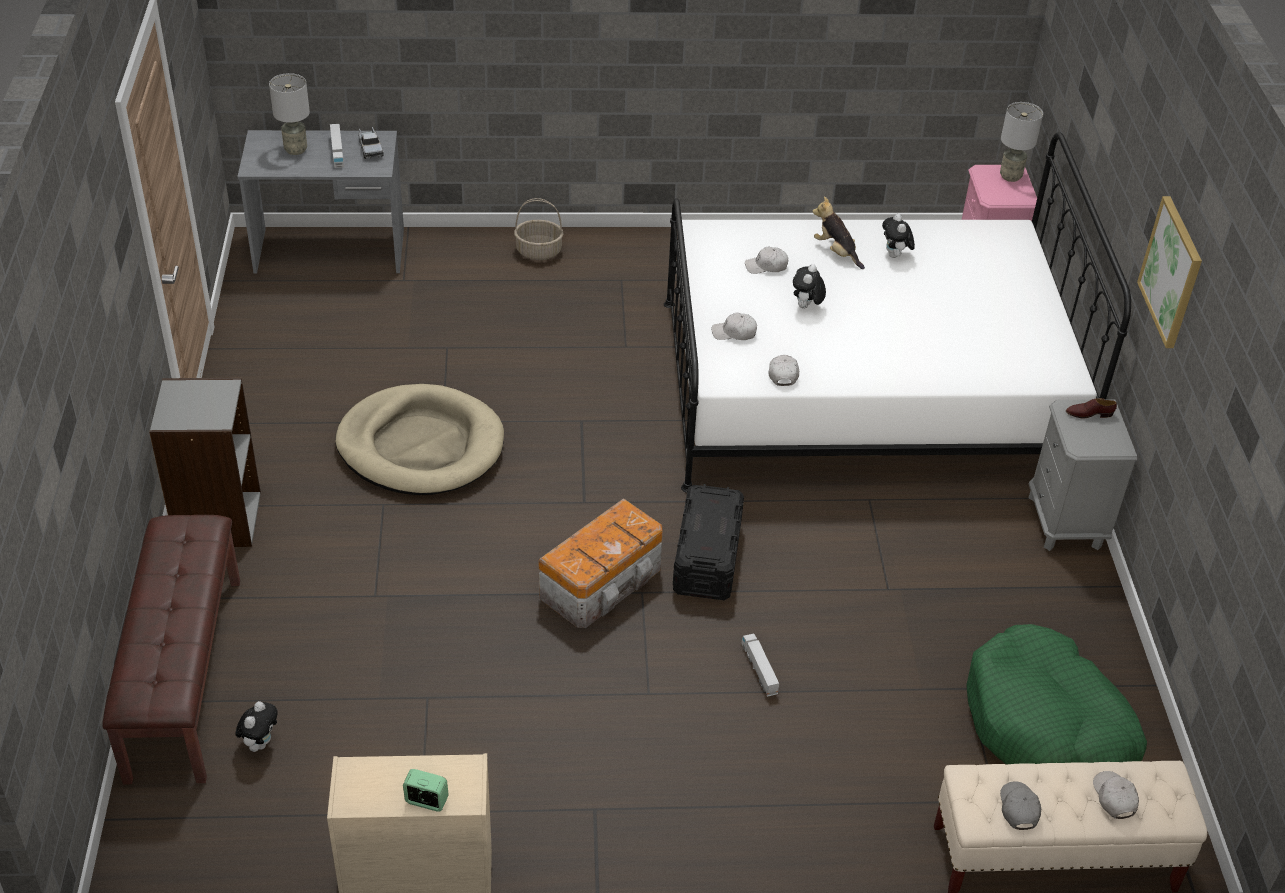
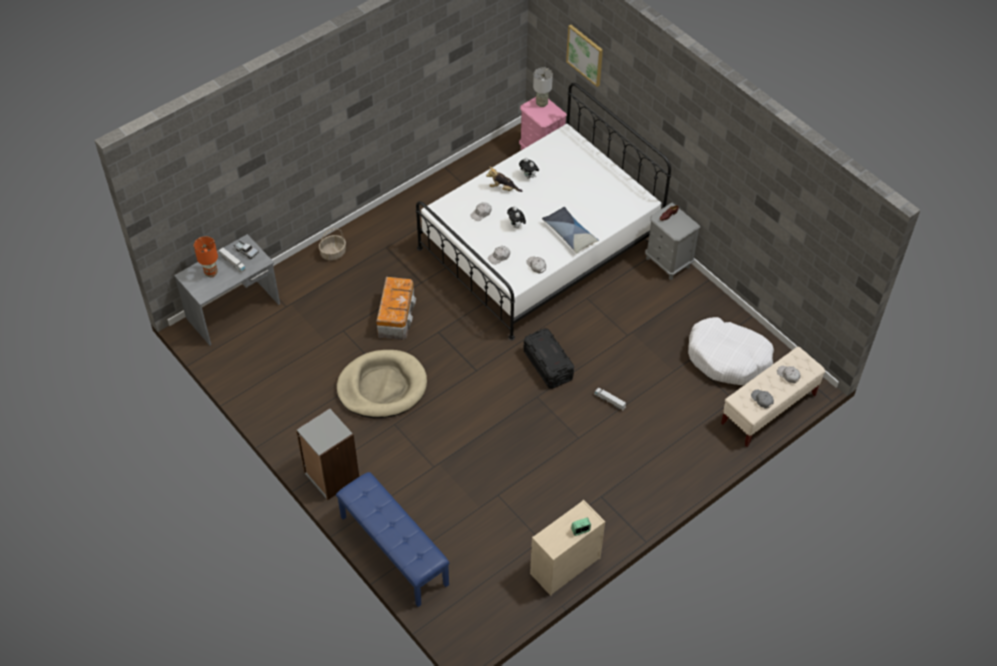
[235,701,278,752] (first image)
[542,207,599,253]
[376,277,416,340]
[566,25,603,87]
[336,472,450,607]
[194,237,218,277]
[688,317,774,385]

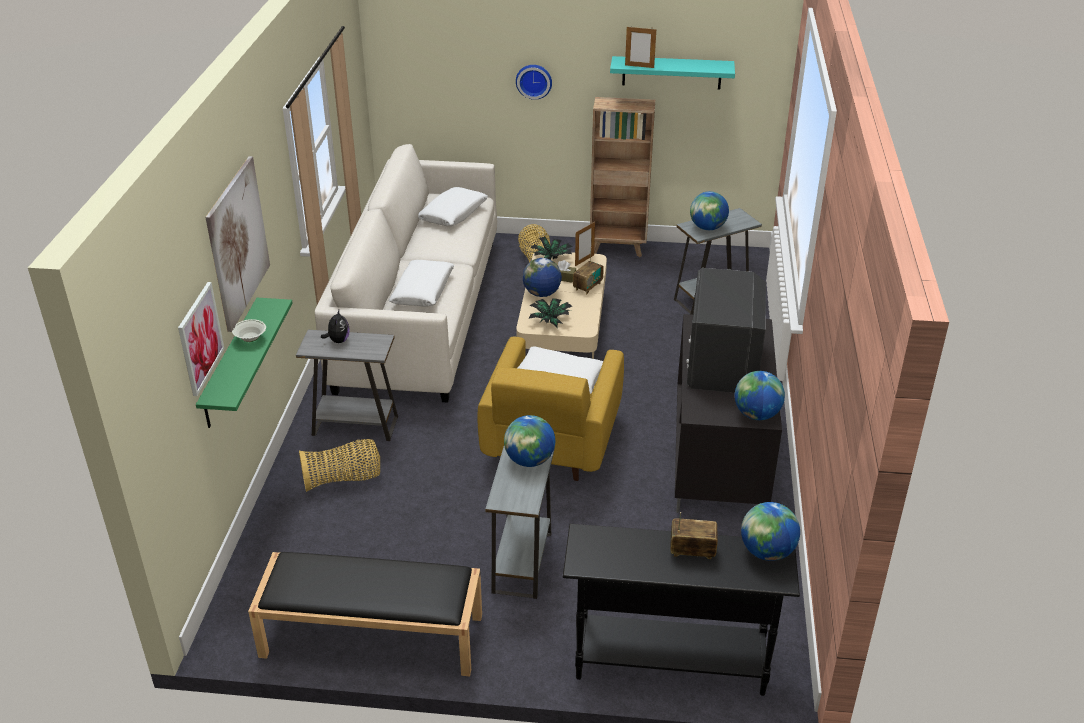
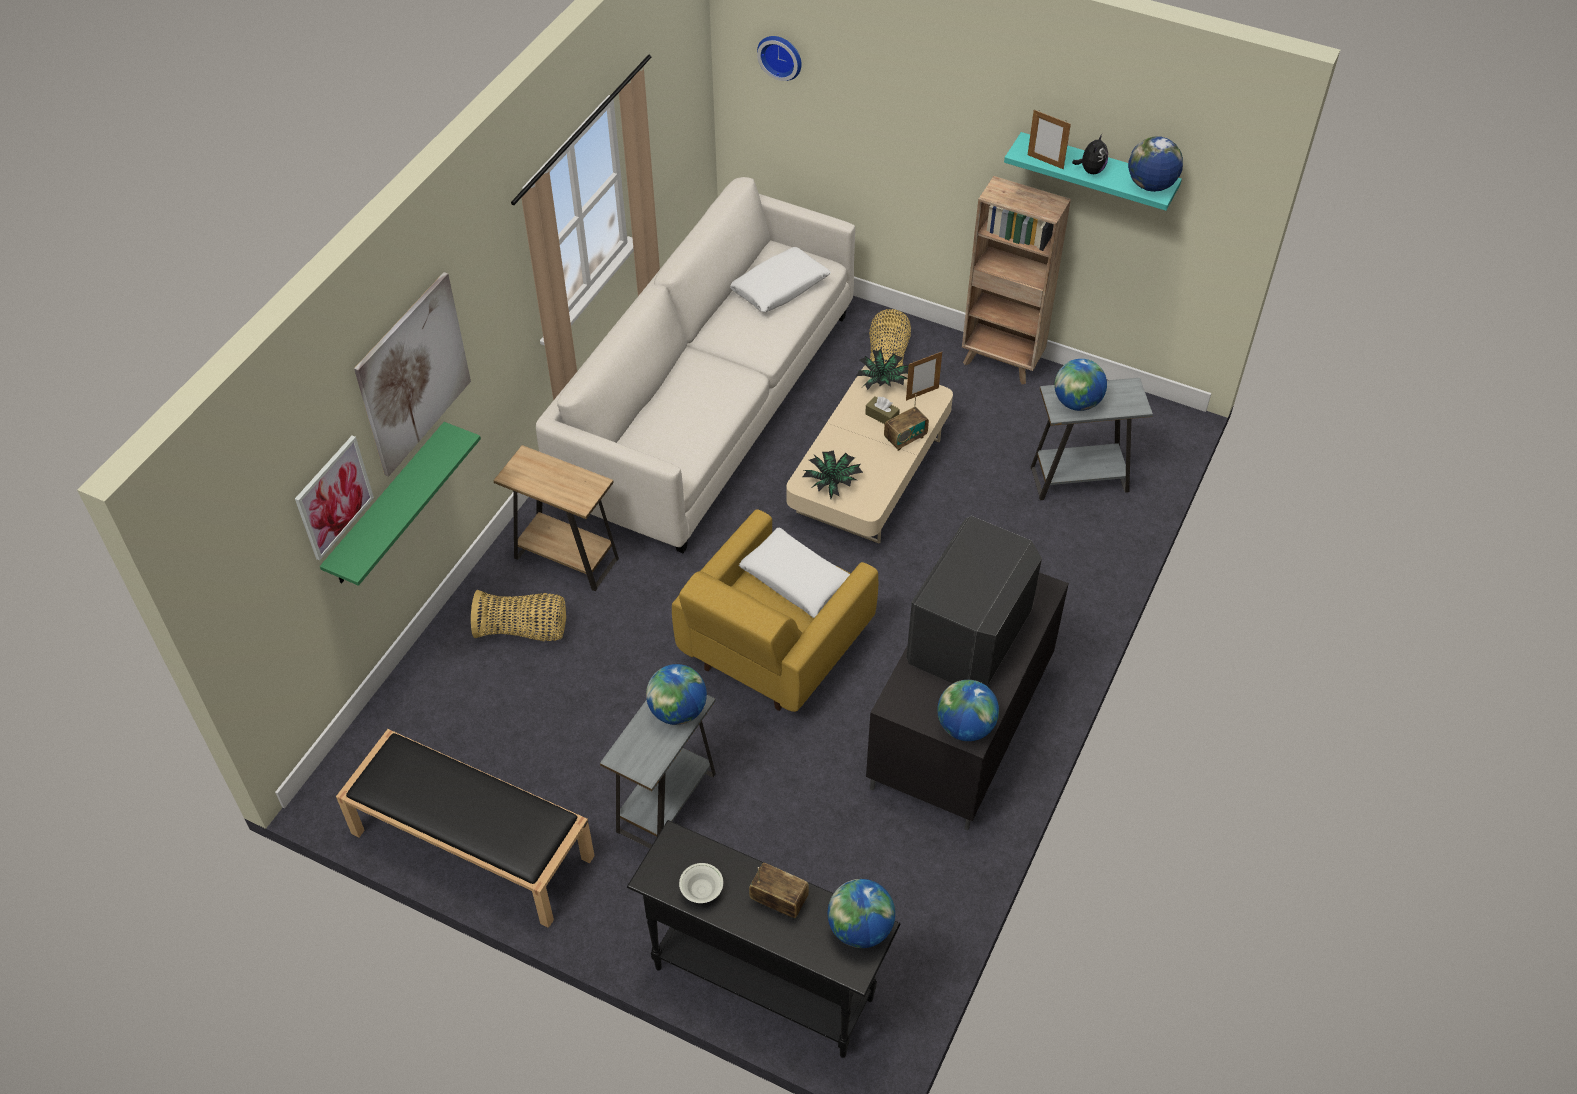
[389,260,455,306] (first image)
[679,863,723,903]
[1072,134,1108,174]
[757,36,802,81]
[1128,136,1183,192]
[493,445,619,591]

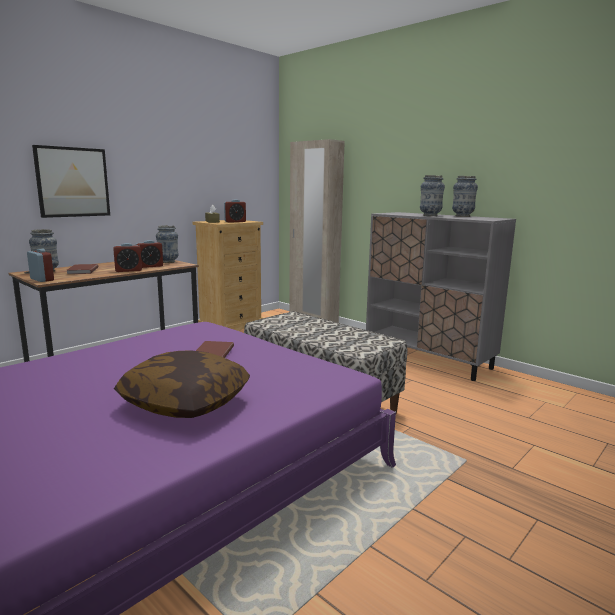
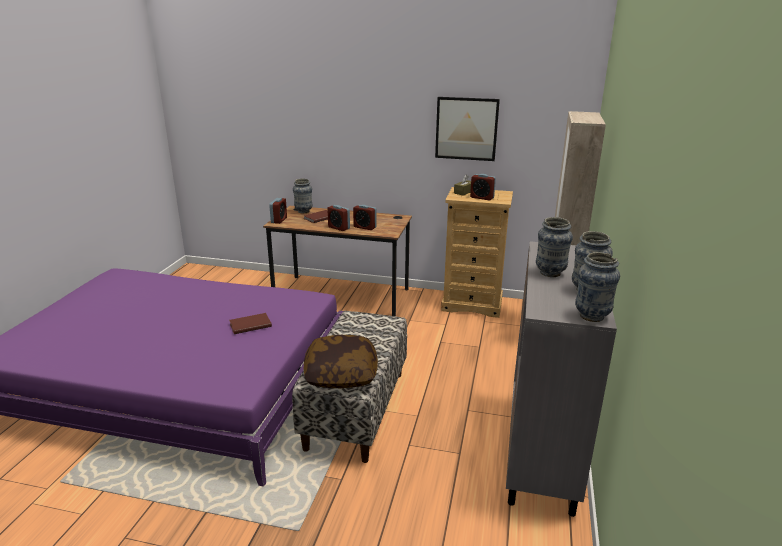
[435,97,500,161]
[304,335,378,388]
[575,252,620,322]

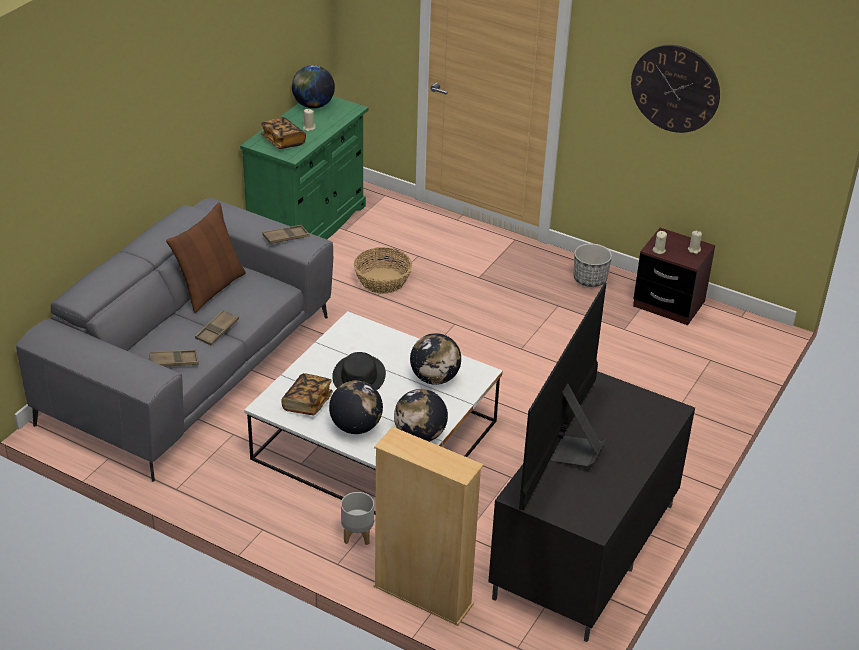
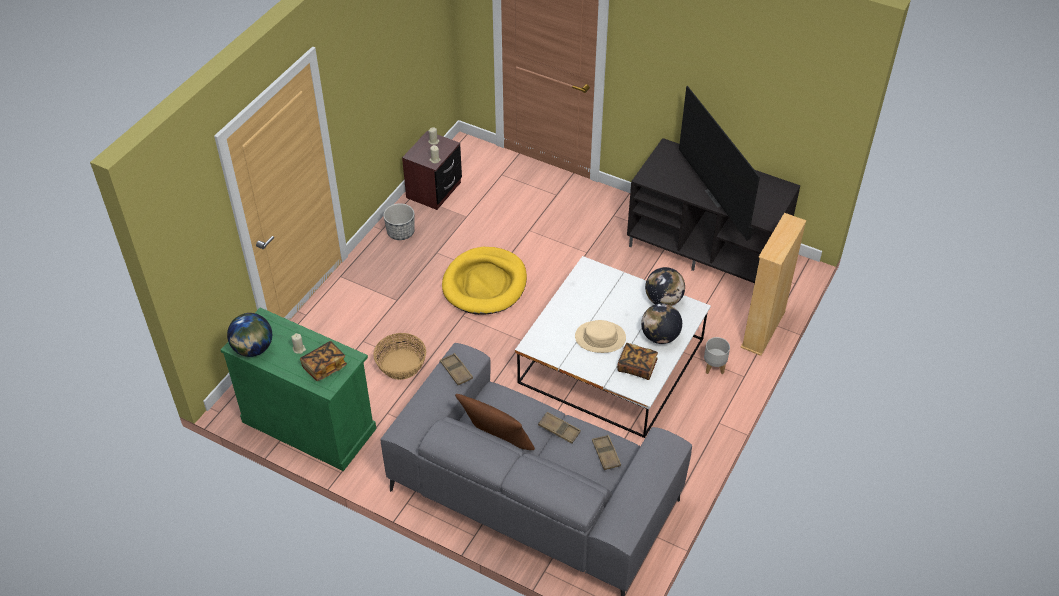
[410,333,461,385] (first image)
[631,45,720,133] (first image)
[442,247,527,315]
[575,320,626,353]
[679,86,760,241]

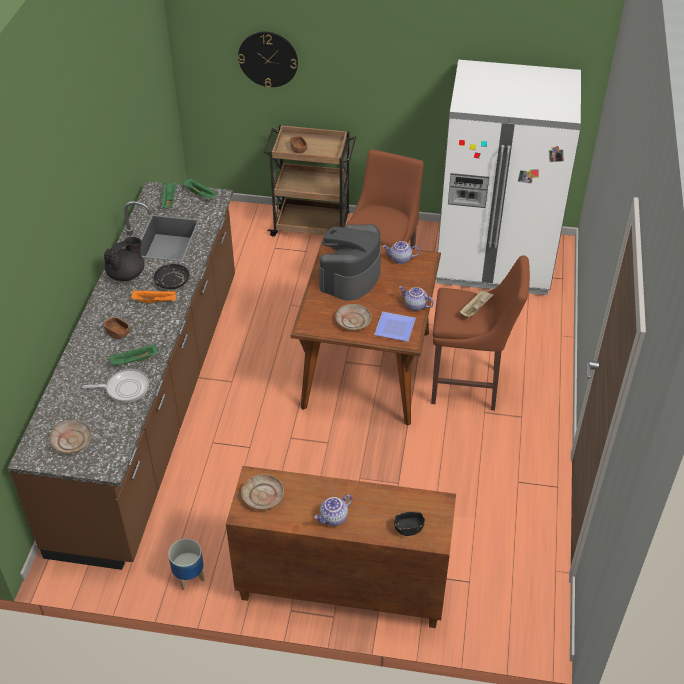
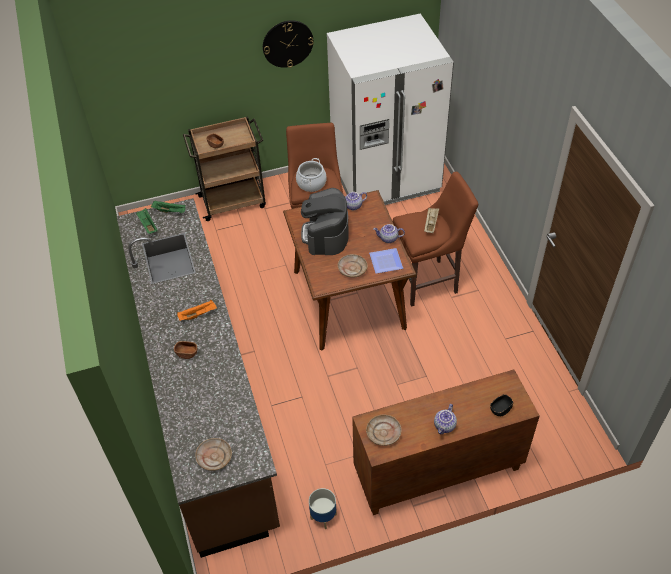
[82,369,149,403] (first image)
[104,237,144,281] (first image)
[109,344,158,366] (first image)
[154,264,190,289] (first image)
[296,158,327,192]
[263,20,314,68]

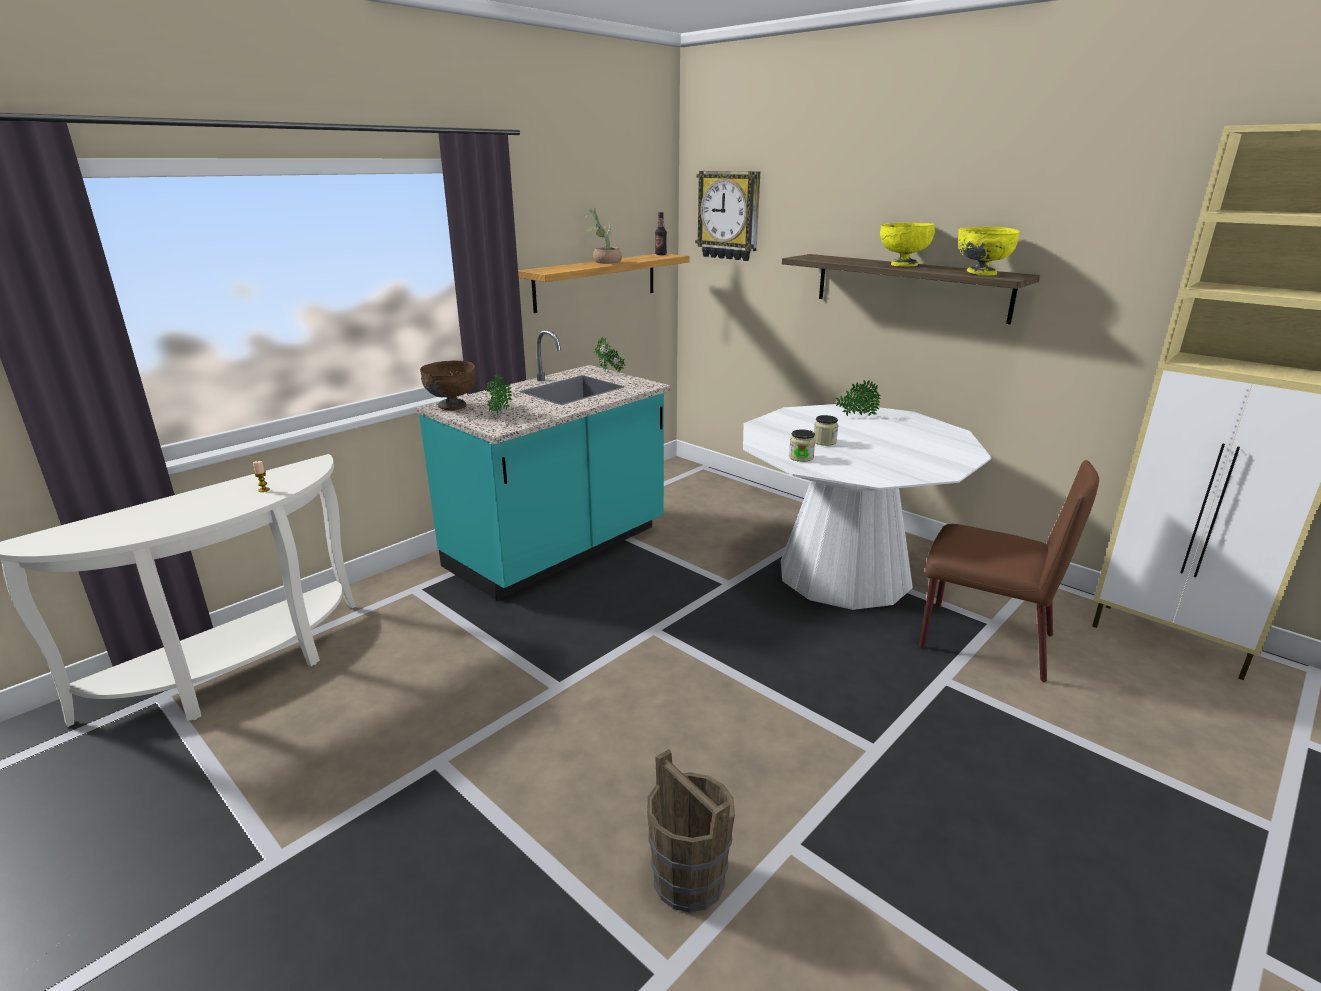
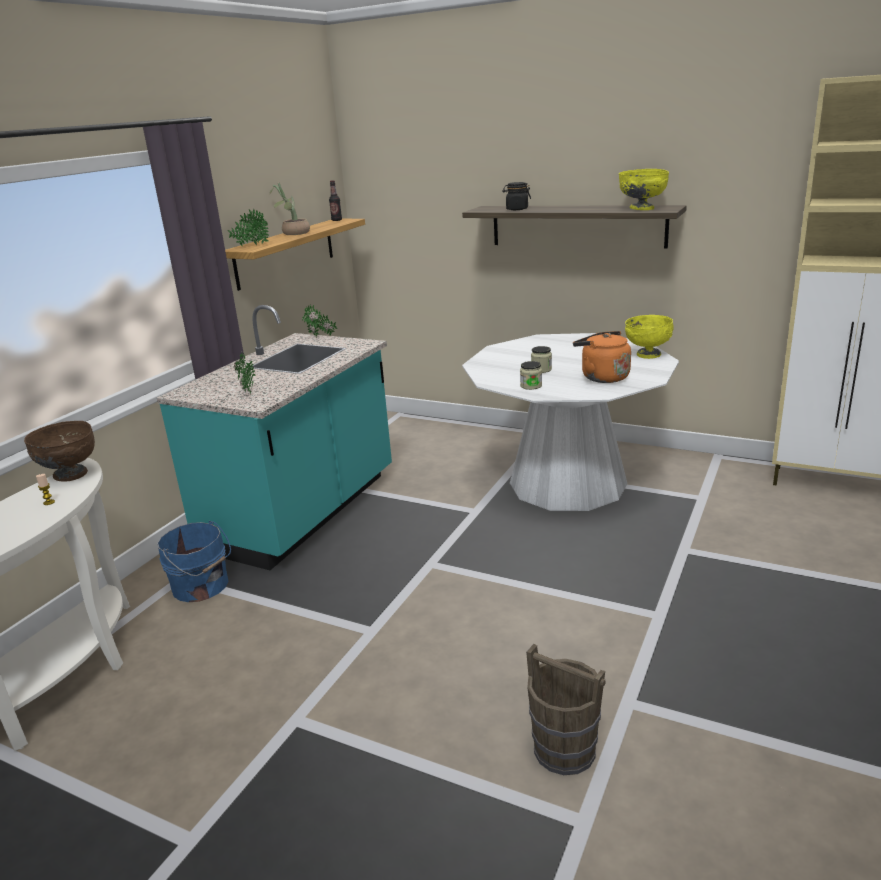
[695,171,760,261] (first image)
[919,460,1099,682] (first image)
[157,521,231,602]
[502,182,531,210]
[573,331,631,383]
[24,421,95,482]
[228,209,269,247]
[625,315,674,359]

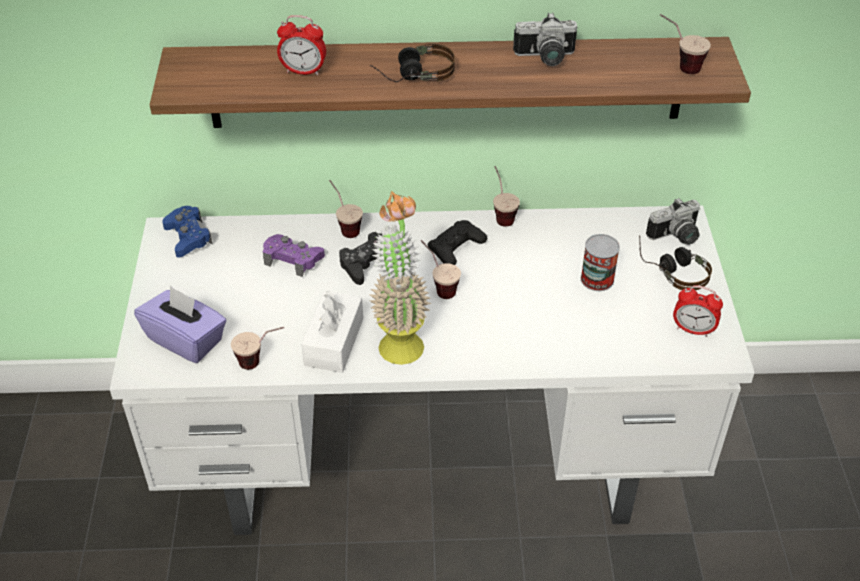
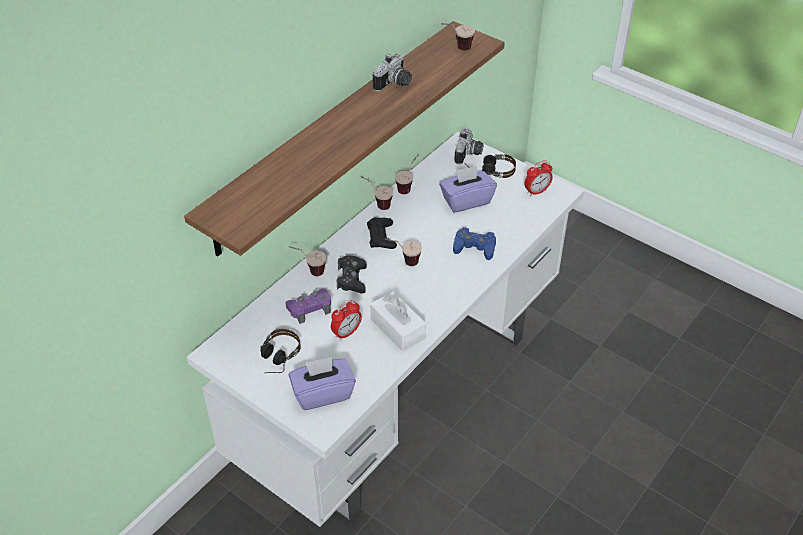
[370,191,431,365] (first image)
[453,227,496,260]
[395,154,419,194]
[331,300,362,341]
[260,329,301,373]
[439,166,497,213]

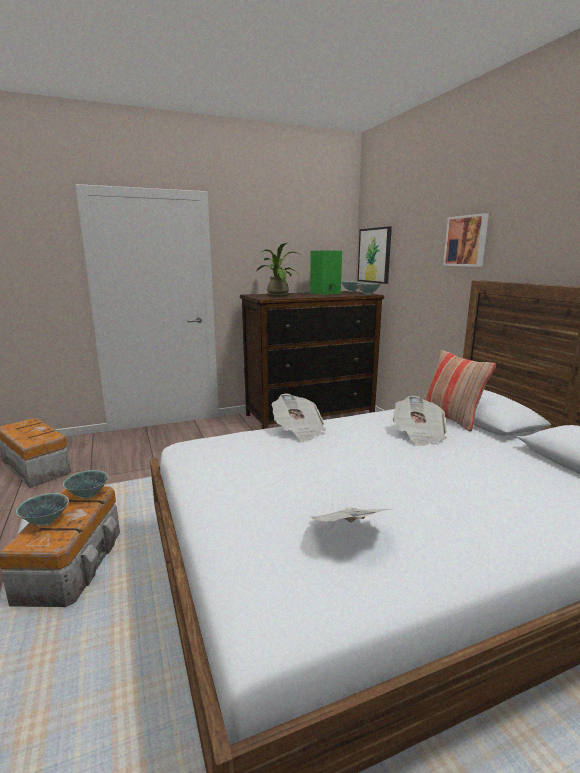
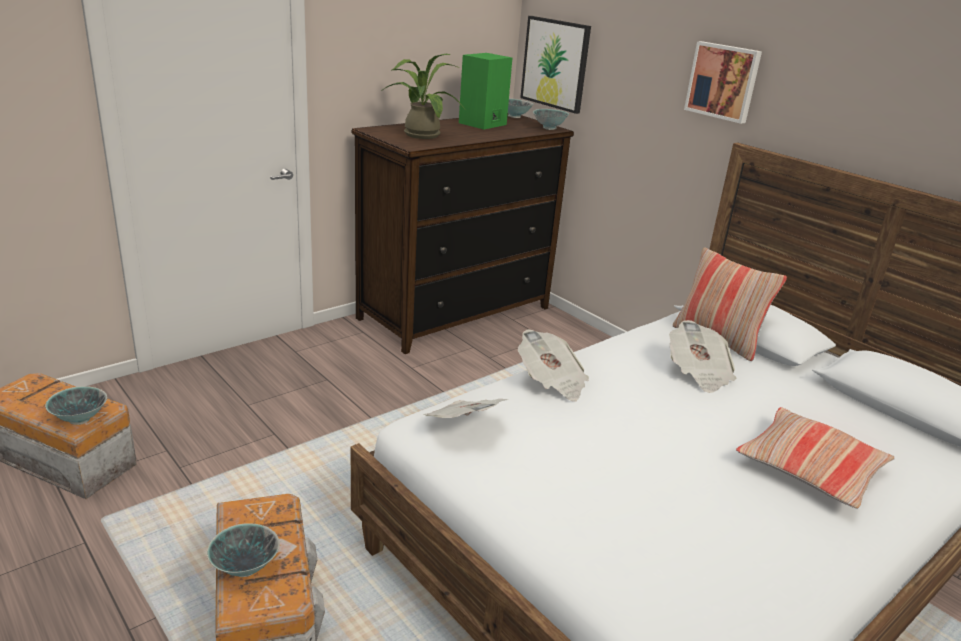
[736,407,895,509]
[45,386,107,425]
[423,399,509,418]

